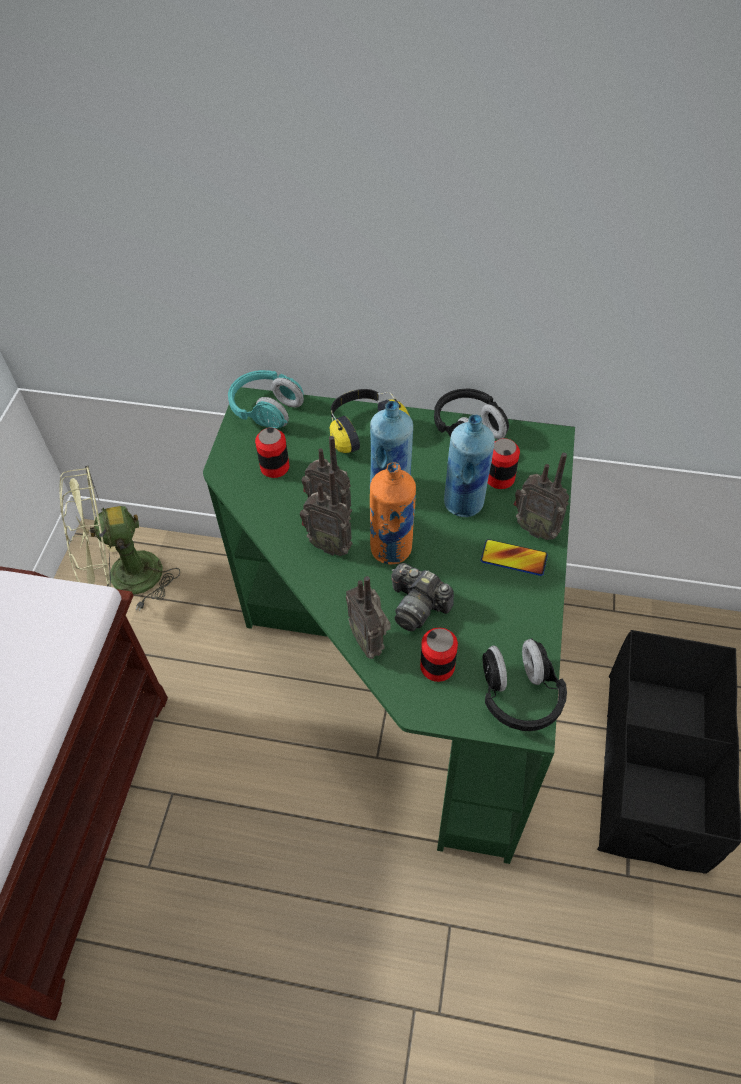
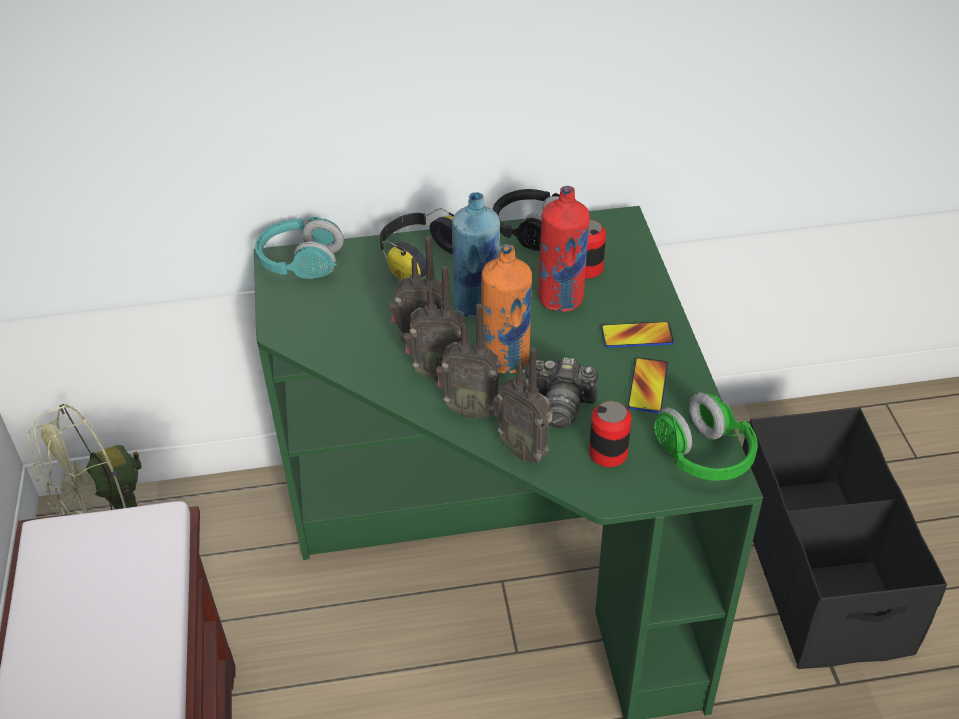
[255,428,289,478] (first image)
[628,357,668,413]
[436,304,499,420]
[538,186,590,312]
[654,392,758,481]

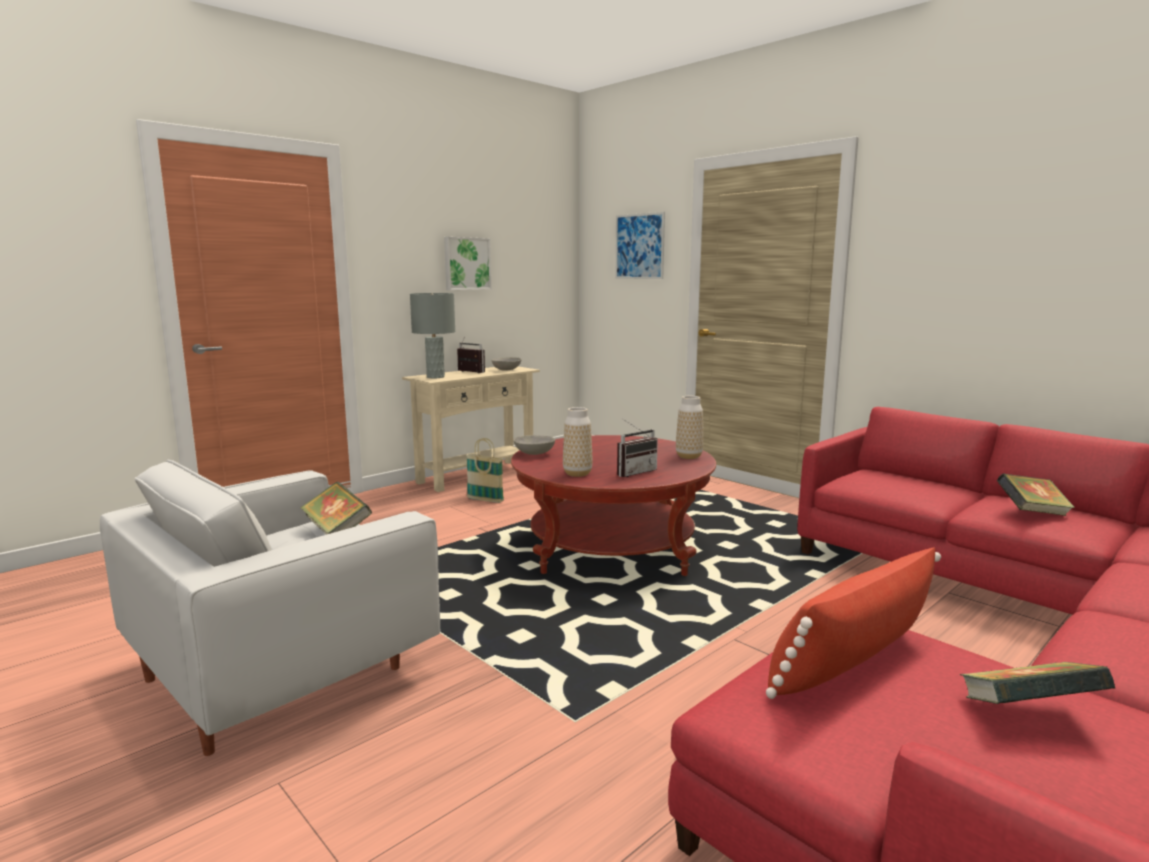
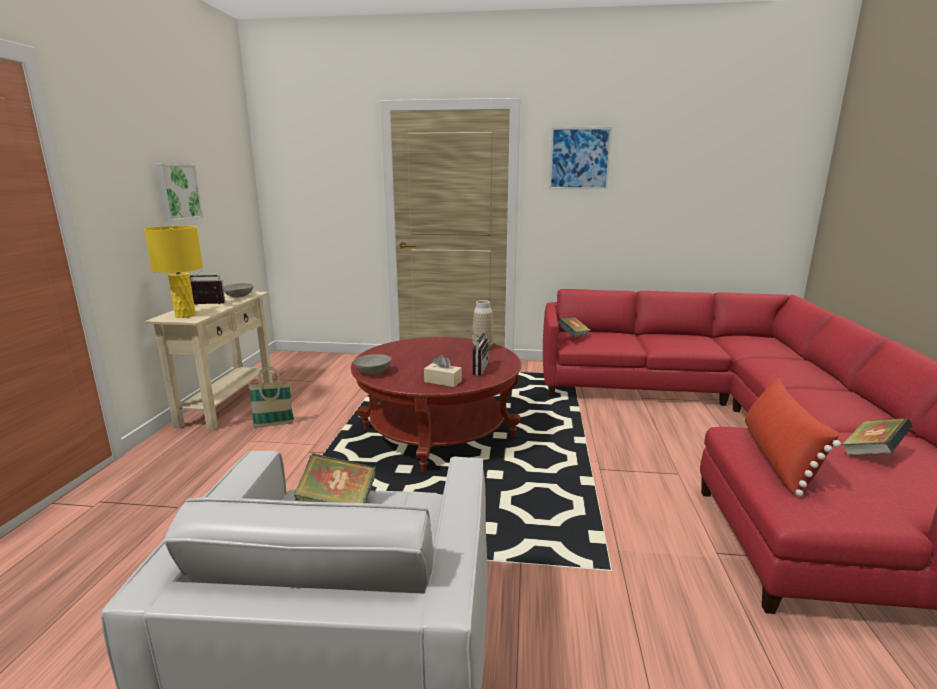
[549,127,612,189]
[557,317,591,337]
[424,355,462,387]
[144,226,203,318]

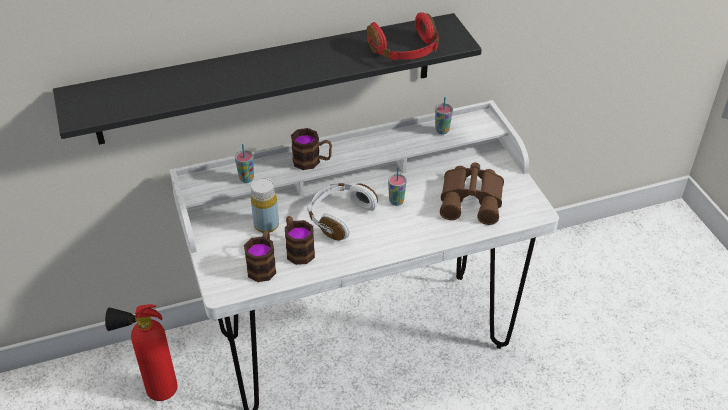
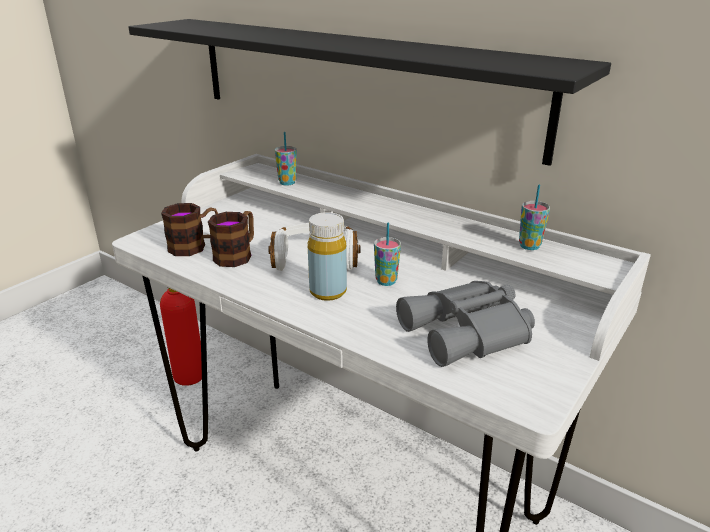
[291,128,332,170] (first image)
[367,12,439,60] (first image)
[308,212,347,301]
[396,281,535,367]

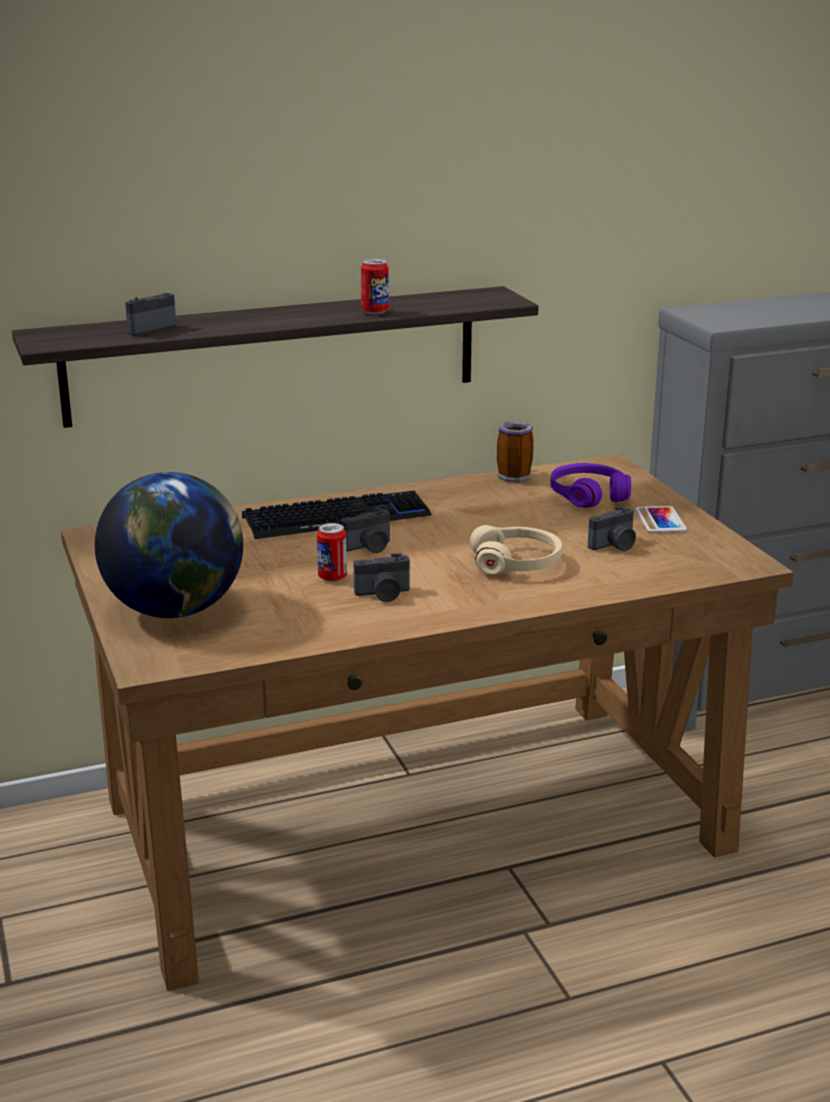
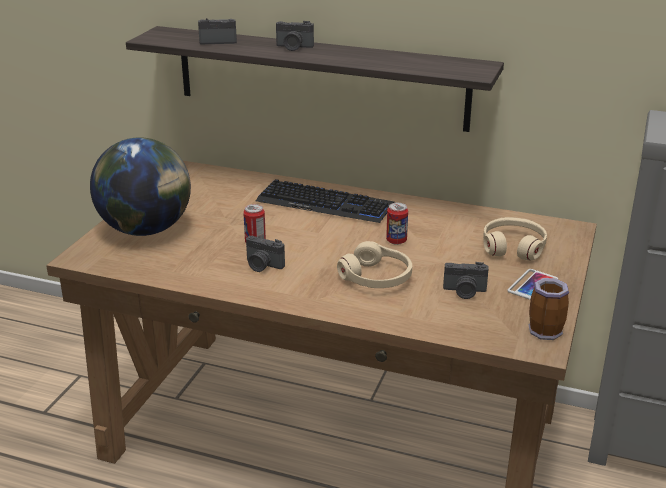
[276,21,314,51]
[386,203,408,245]
[529,278,569,340]
[483,217,547,260]

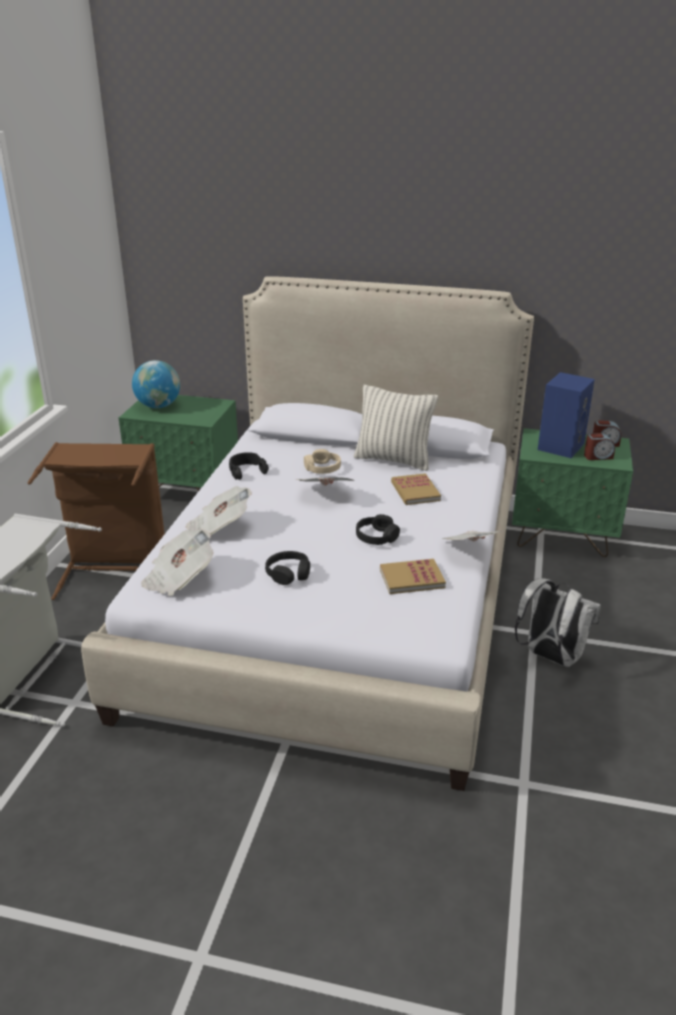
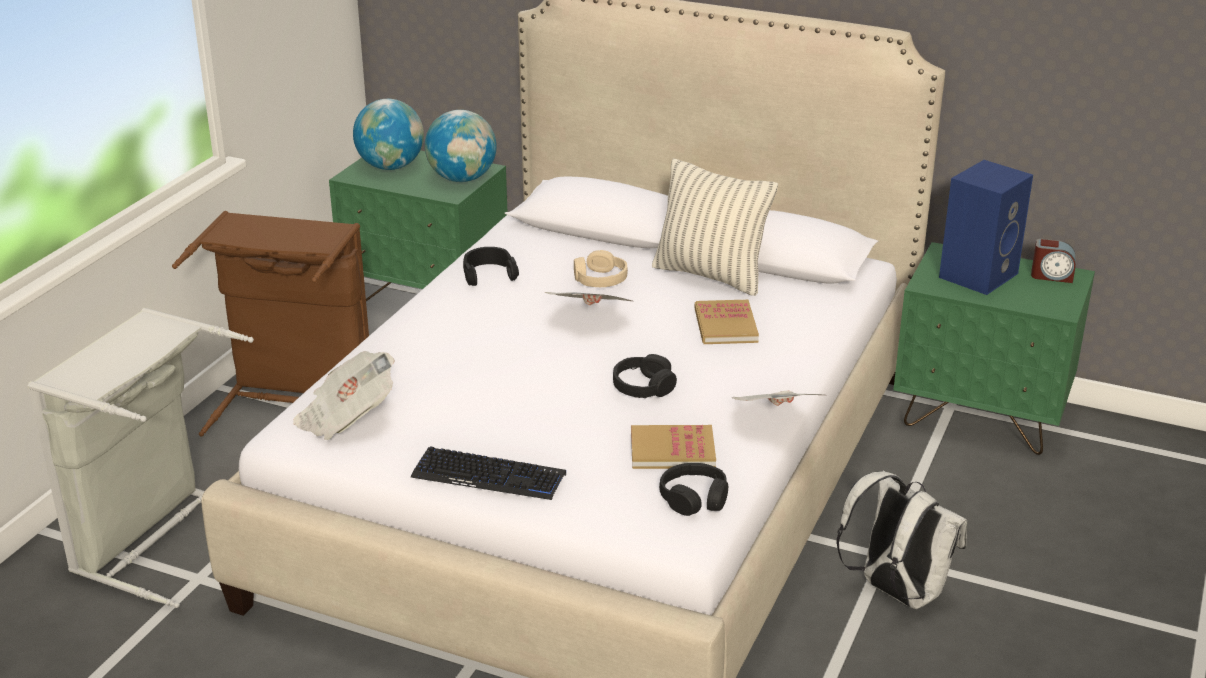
[186,486,252,535] (first image)
[584,433,615,460] (first image)
[411,446,566,500]
[425,110,497,182]
[659,463,728,516]

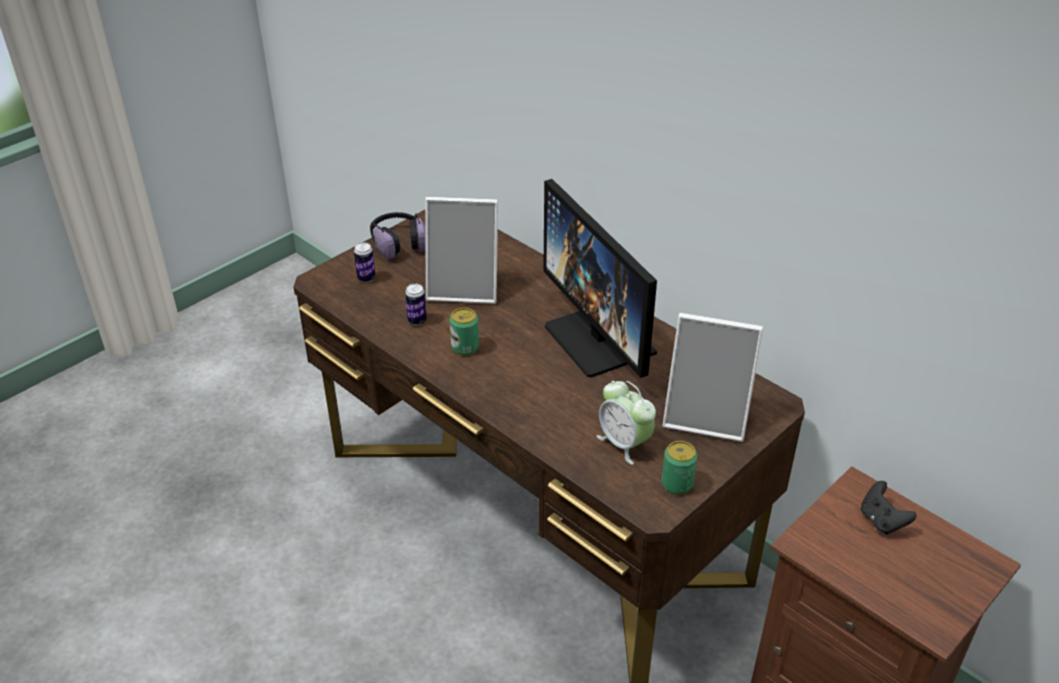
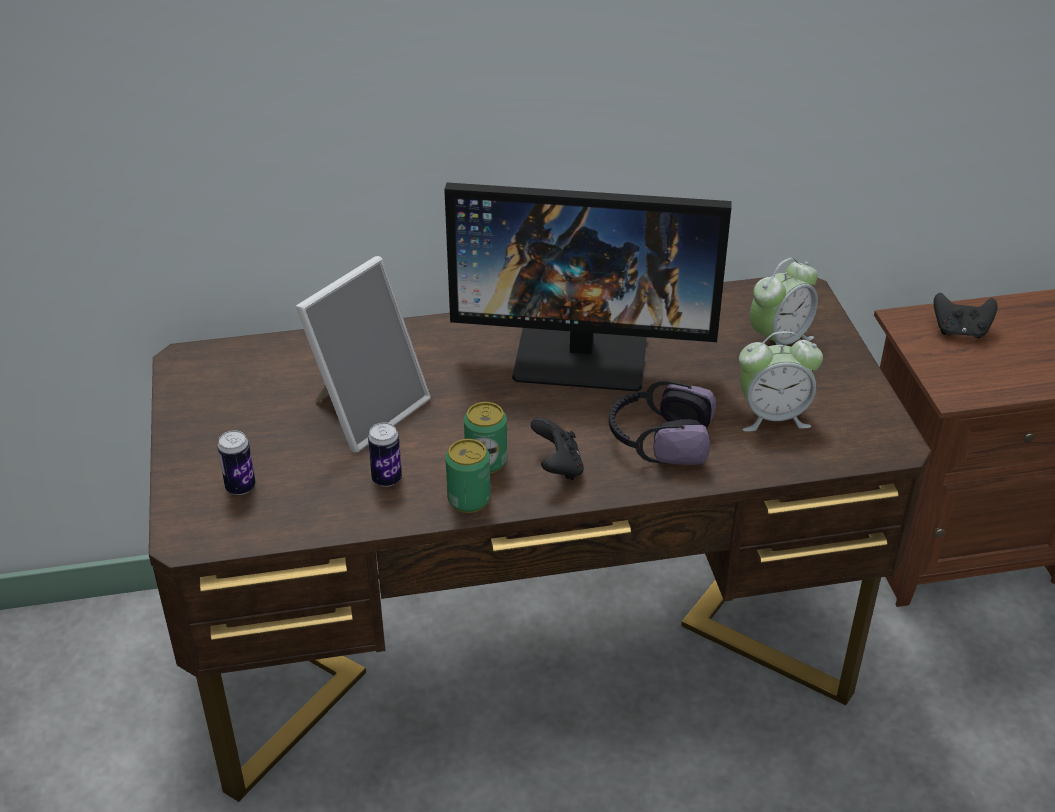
[531,417,584,480]
[609,381,716,465]
[445,439,491,513]
[750,258,818,345]

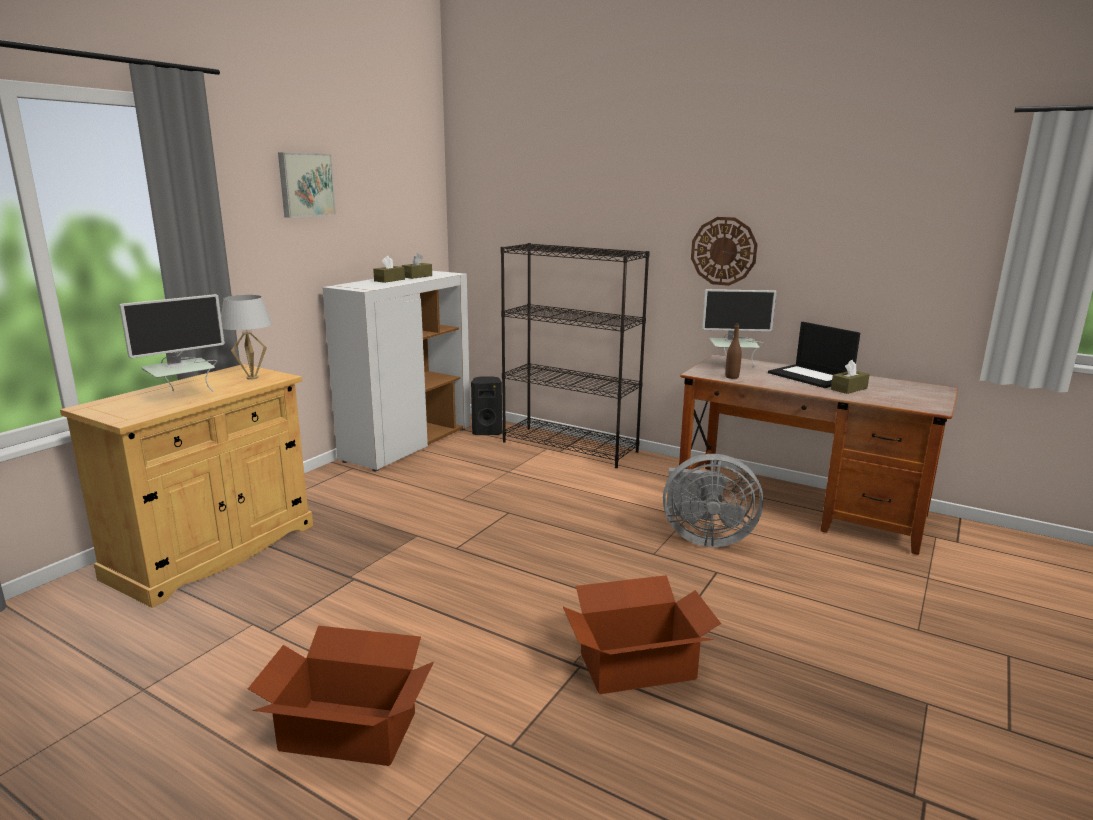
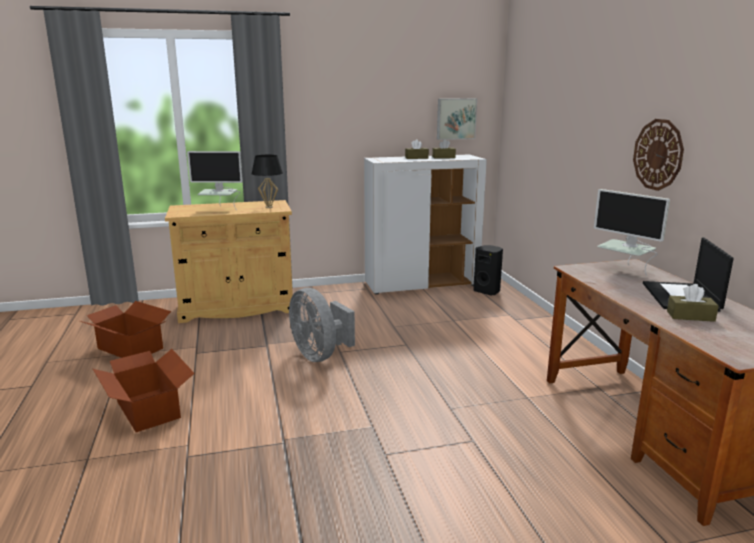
[501,243,650,468] (first image)
[725,323,742,379] (first image)
[437,98,477,140]
[80,301,171,358]
[289,288,355,362]
[252,155,283,208]

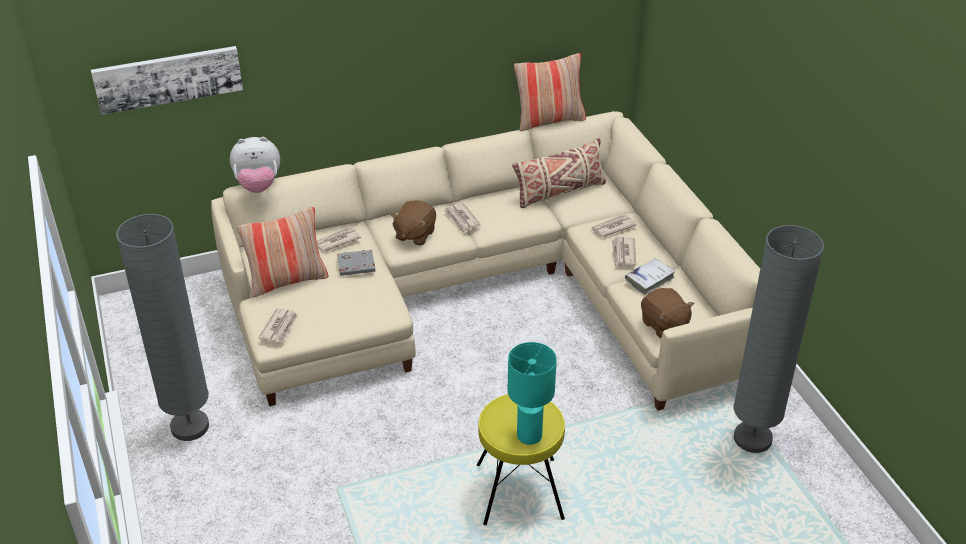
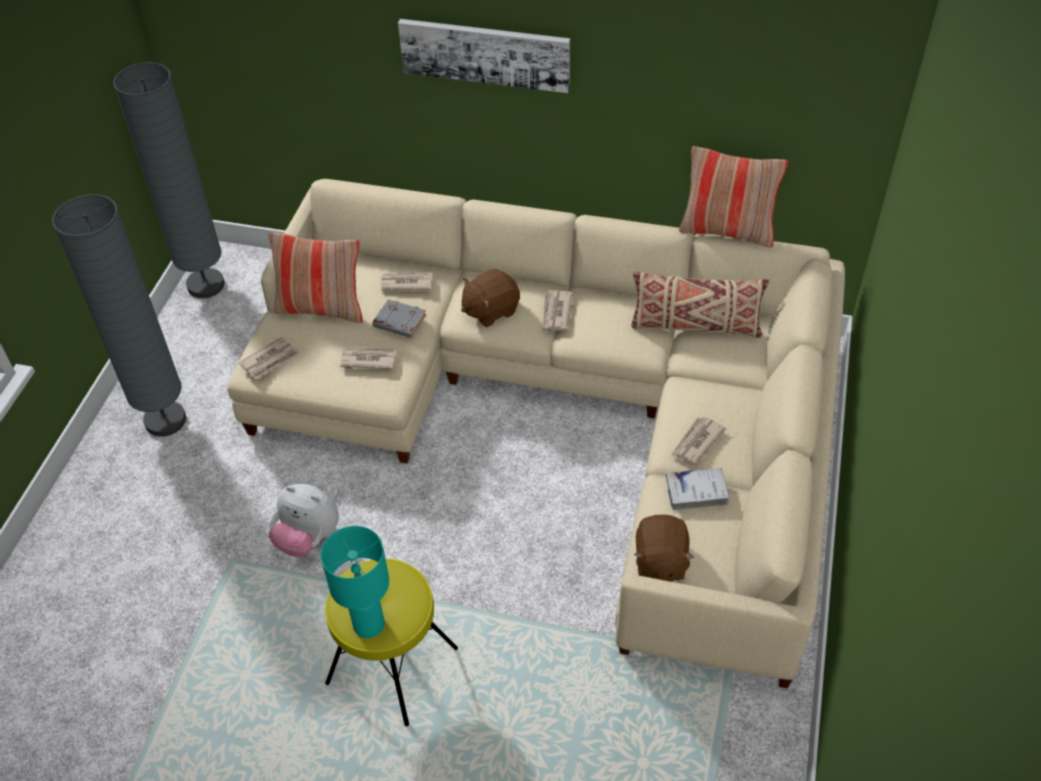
[398,19,570,93]
[269,484,339,557]
[340,348,396,369]
[113,62,225,298]

